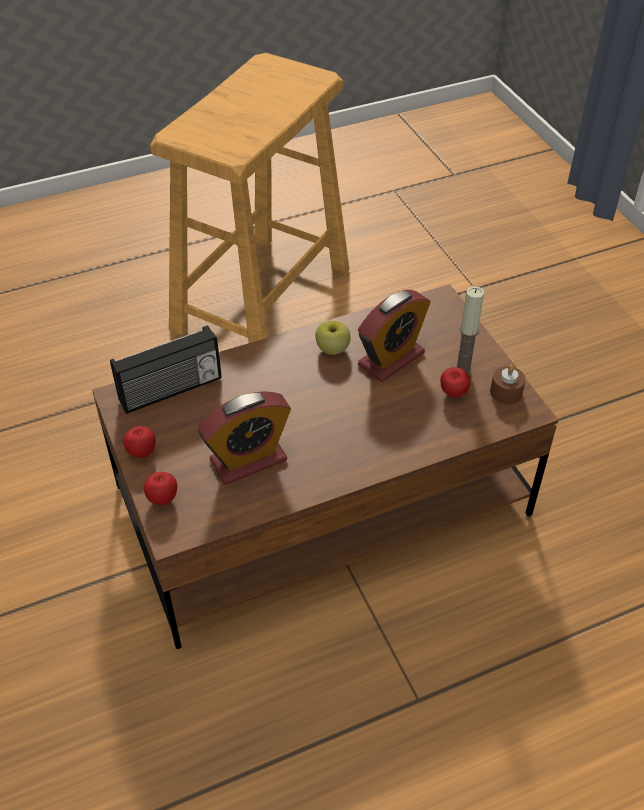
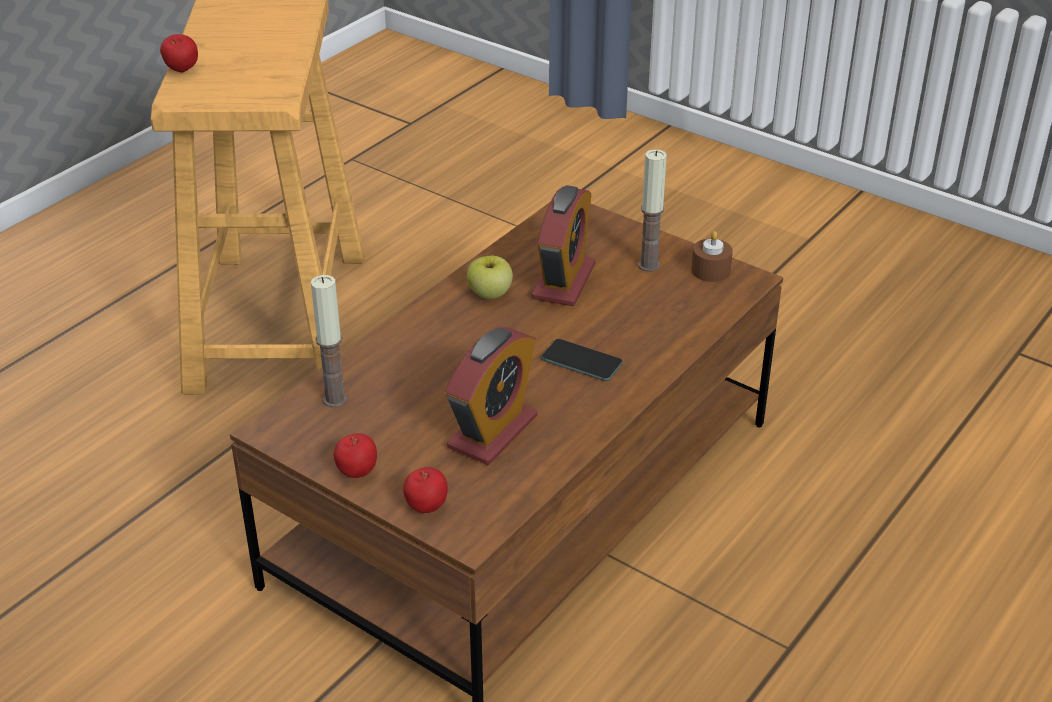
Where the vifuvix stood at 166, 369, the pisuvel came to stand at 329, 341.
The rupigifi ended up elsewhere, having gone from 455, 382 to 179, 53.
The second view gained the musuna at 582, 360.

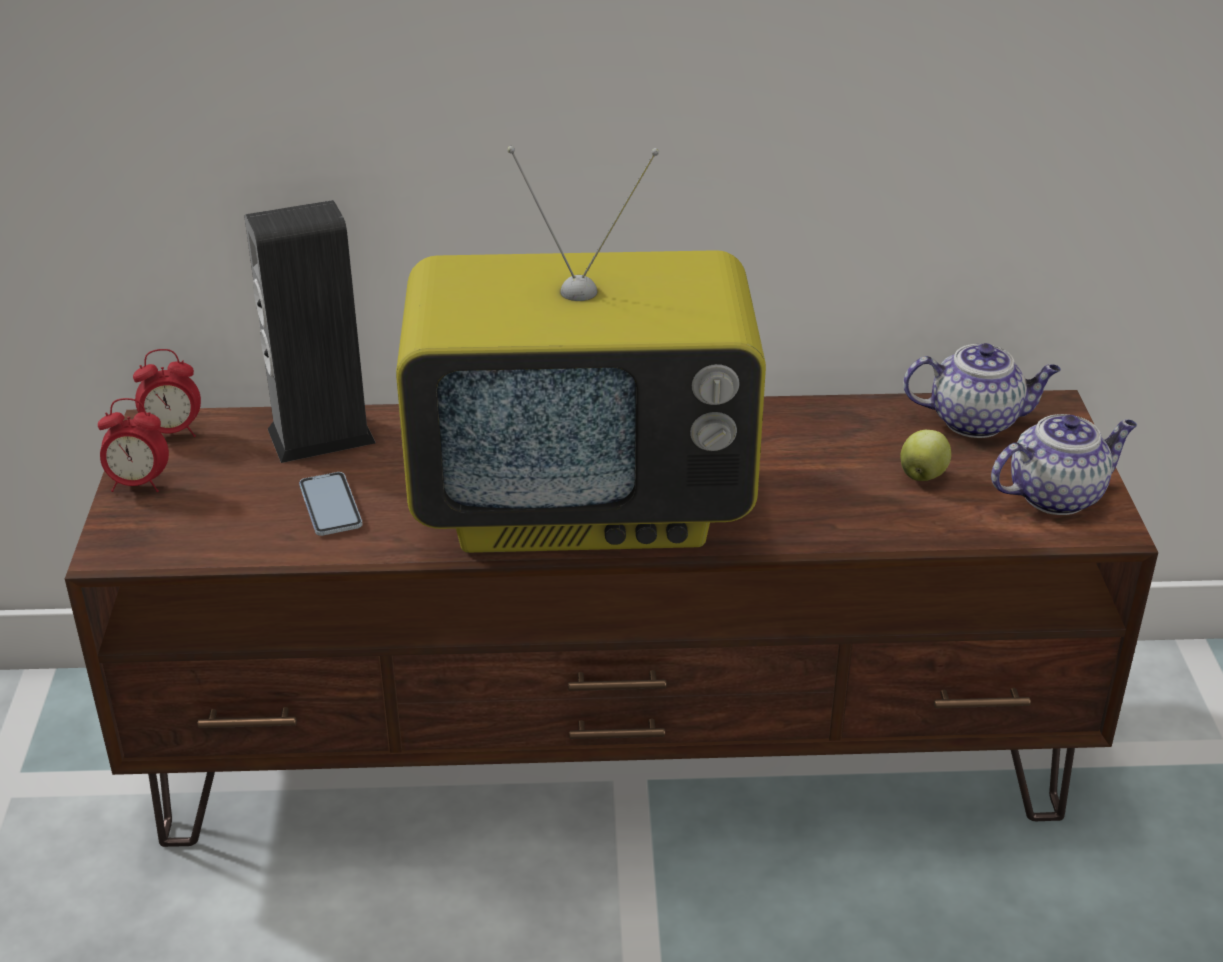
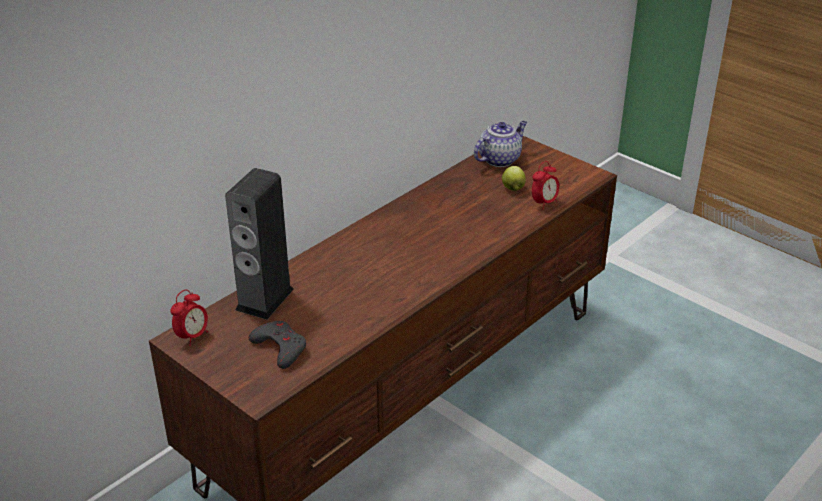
The second view lost the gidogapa at 581, 349.
The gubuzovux ended up elsewhere, having gone from 133, 445 to 545, 184.
The second view lost the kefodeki at 1064, 464.
The second view lost the musuna at 331, 504.
The second view gained the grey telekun at 278, 345.

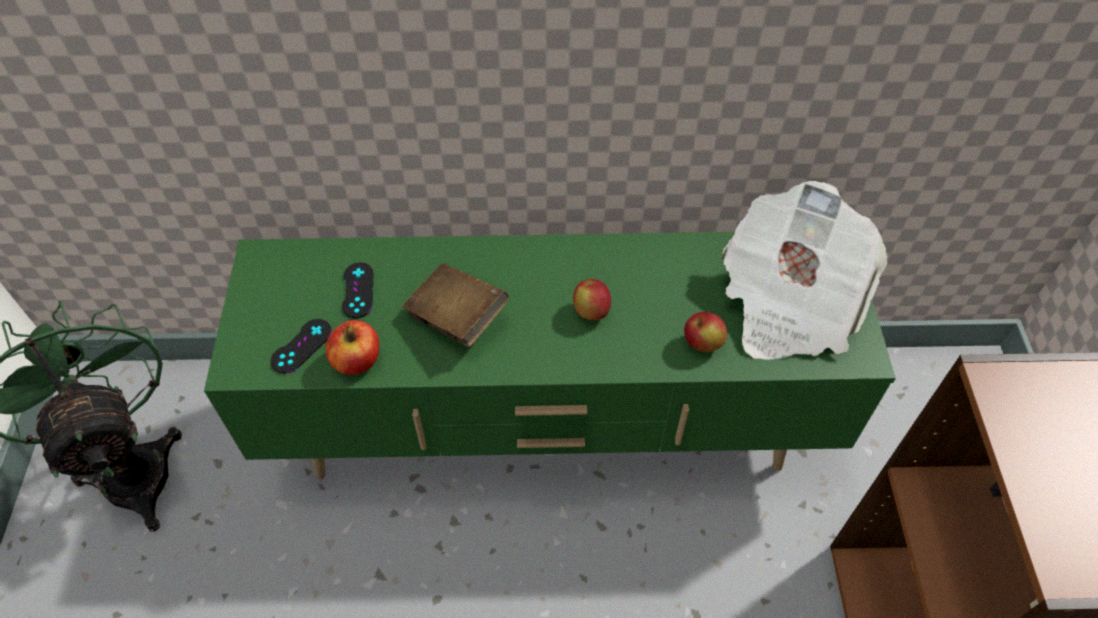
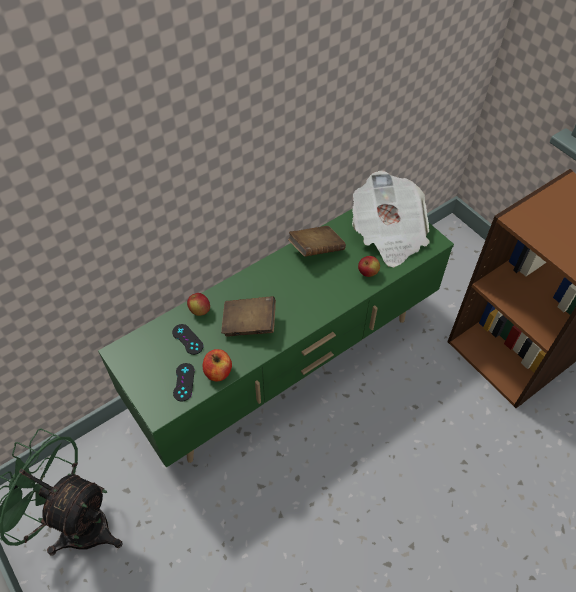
The rupigifi ended up elsewhere, having gone from 592, 299 to 198, 304.
The second view gained the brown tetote at 317, 241.

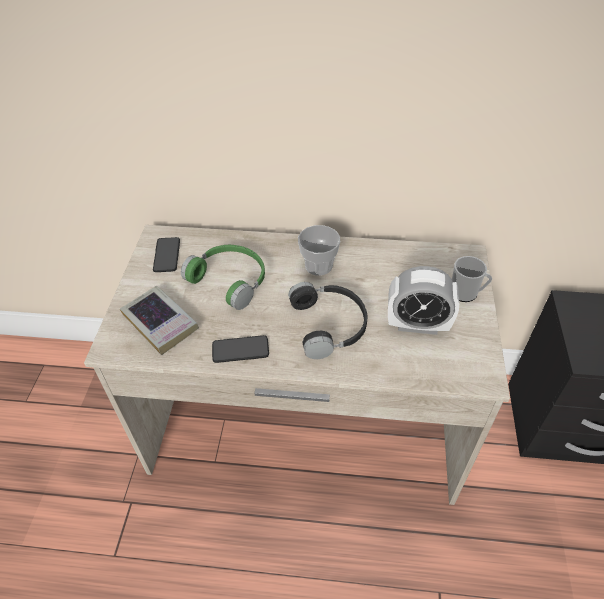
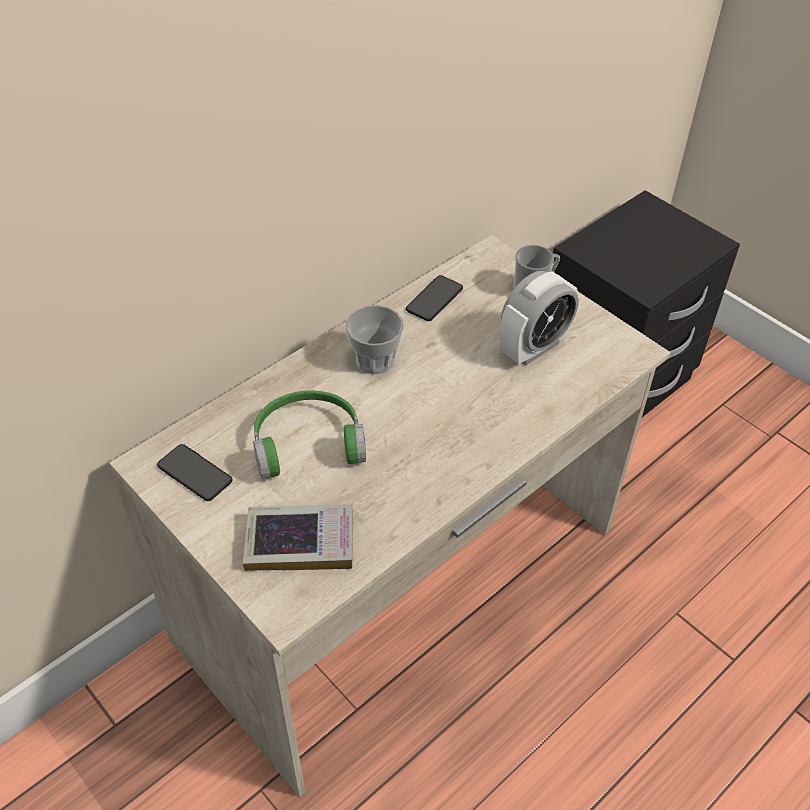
The second view lost the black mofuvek at 328, 320.
The musuna ended up elsewhere, having gone from 240, 349 to 434, 298.

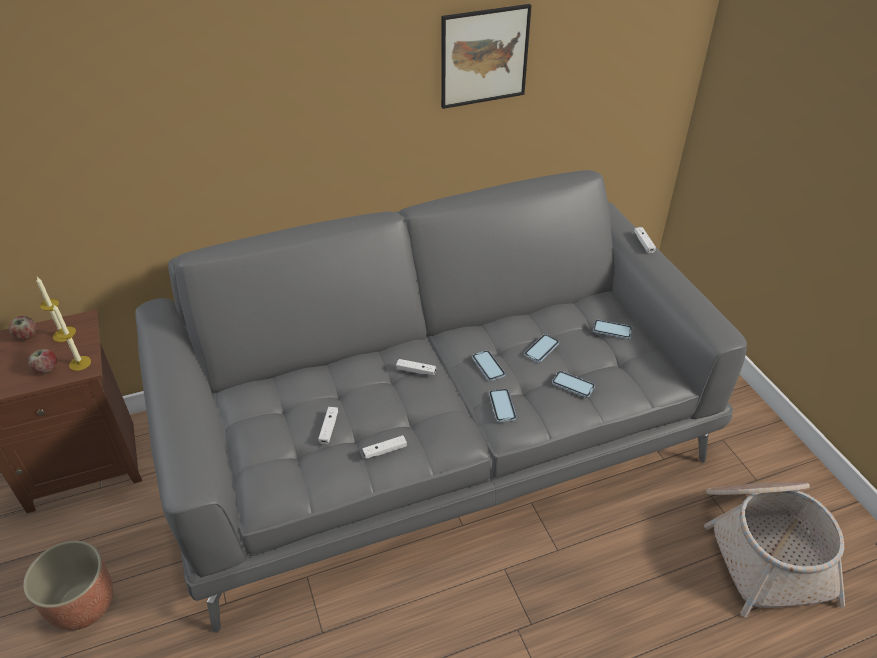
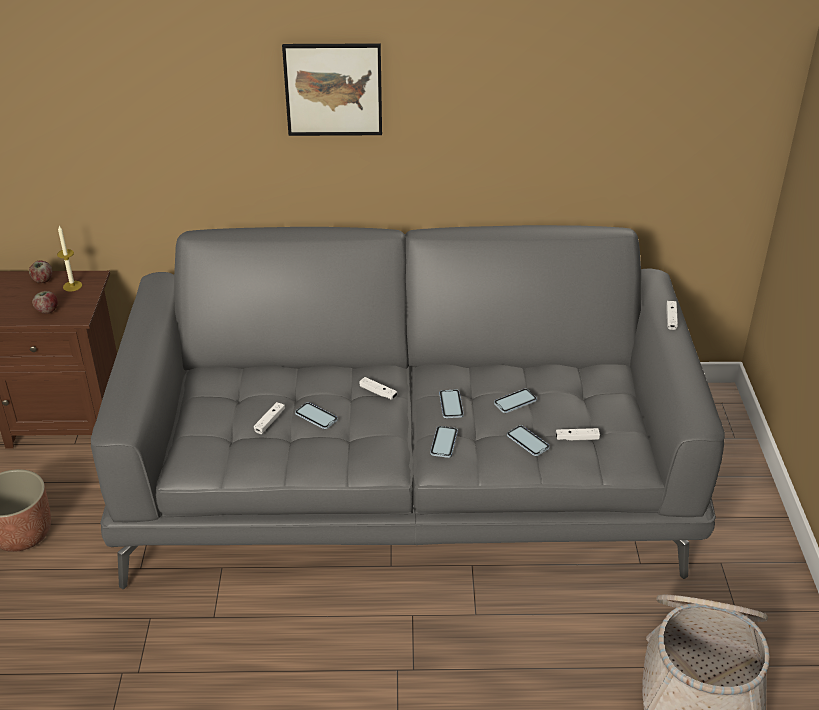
The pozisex ended up elsewhere, having gone from 486, 56 to 332, 89.
The second view lost the pisuvel at 72, 338.
The musuna ended up elsewhere, having gone from 612, 329 to 316, 415.
The white telekun ended up elsewhere, having gone from 384, 447 to 578, 434.

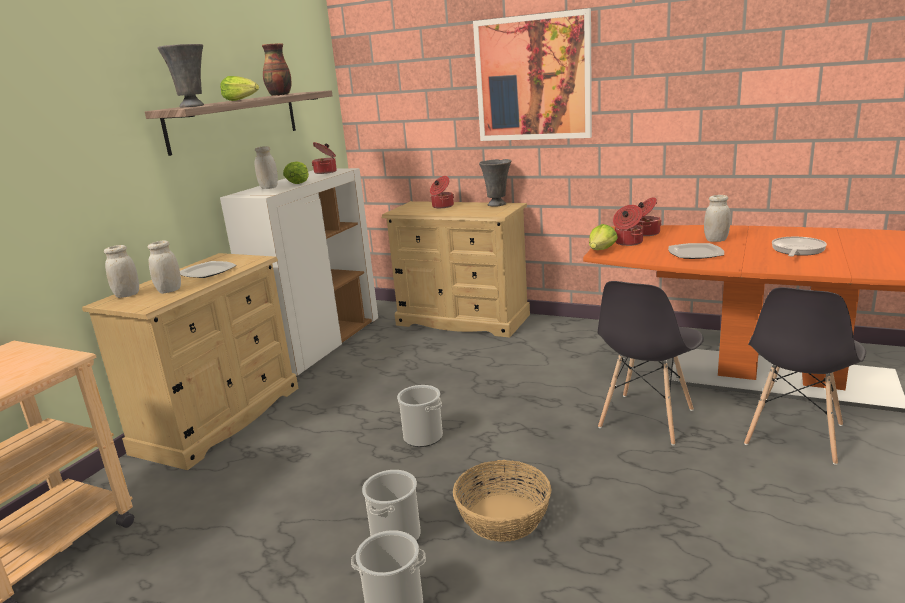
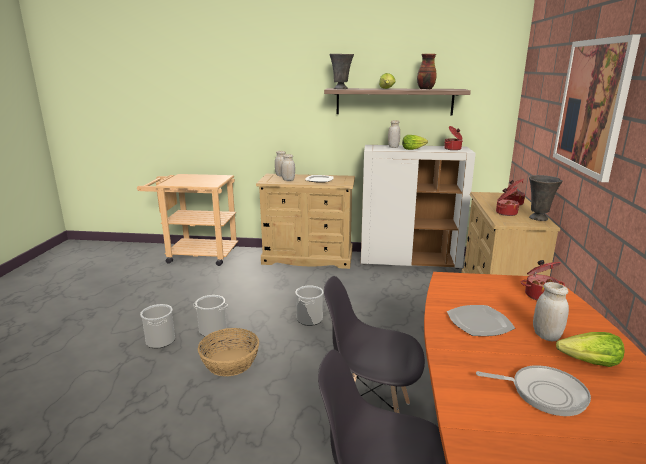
The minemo ended up elsewhere, having gone from 628, 225 to 507, 201.
The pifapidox ended up elsewhere, having gone from 603, 237 to 590, 349.

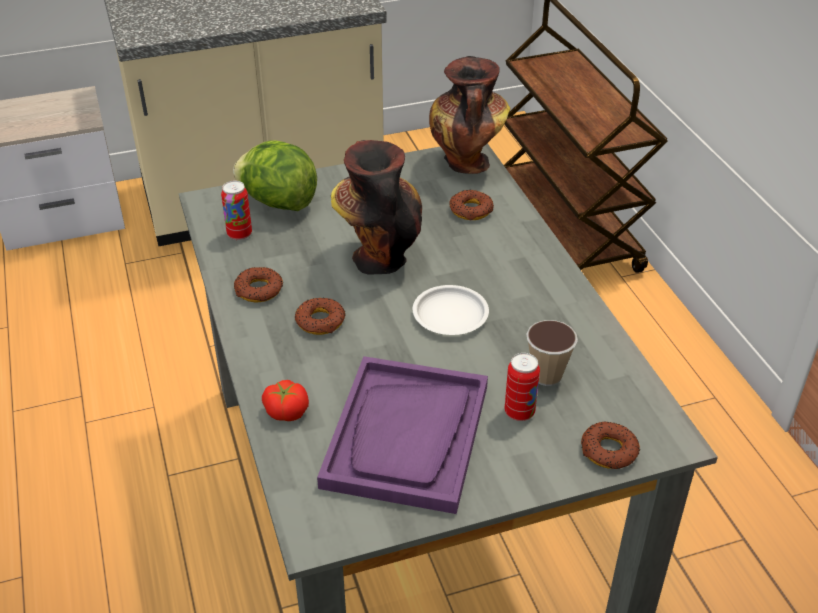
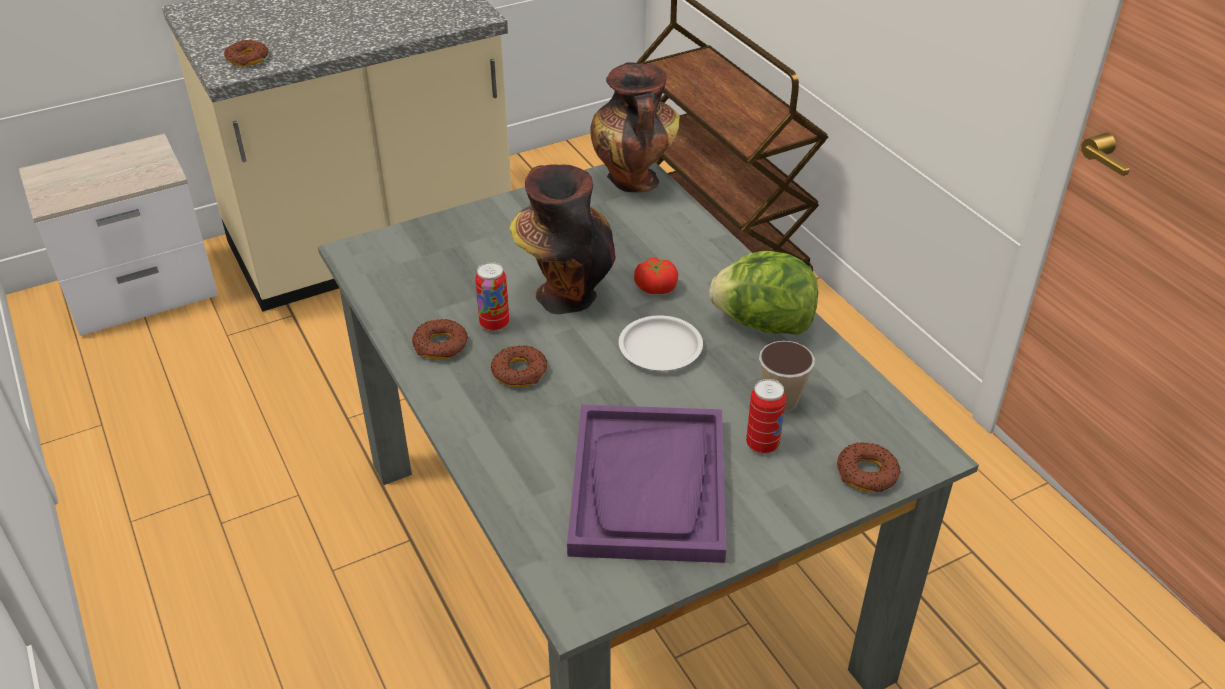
The pifapidox ended up elsewhere, having gone from 275, 175 to 763, 293.
The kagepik ended up elsewhere, having gone from 236, 210 to 492, 297.
The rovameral ended up elsewhere, having gone from 471, 205 to 246, 53.
The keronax ended up elsewhere, having gone from 285, 400 to 656, 275.

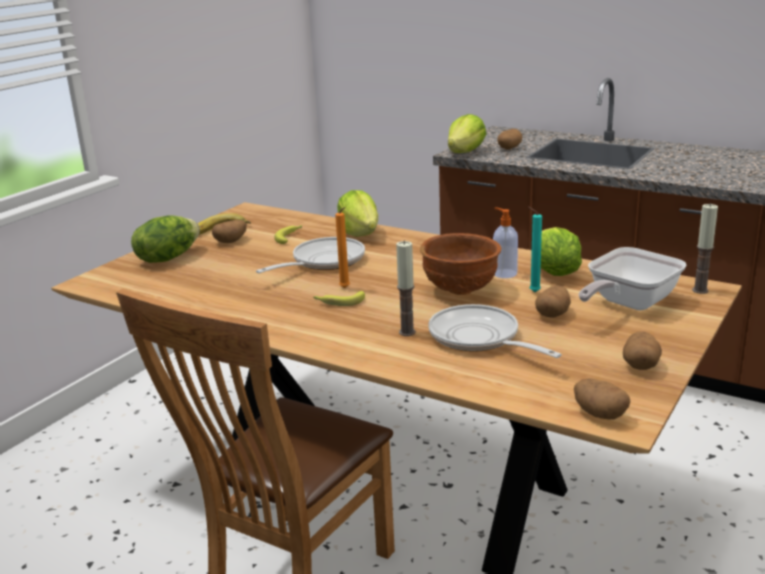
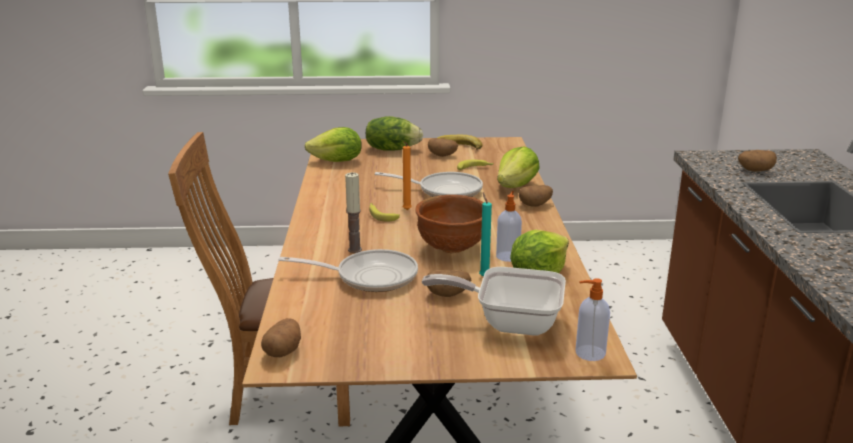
The pifapidox ended up elsewhere, having gone from 467, 133 to 333, 144.
Where the pisuvel stood at 705, 248, the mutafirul came to stand at 592, 319.
The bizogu at 495, 331 ended up facing another way, 75 degrees clockwise from before.
The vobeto ended up elsewhere, having gone from 642, 350 to 536, 196.

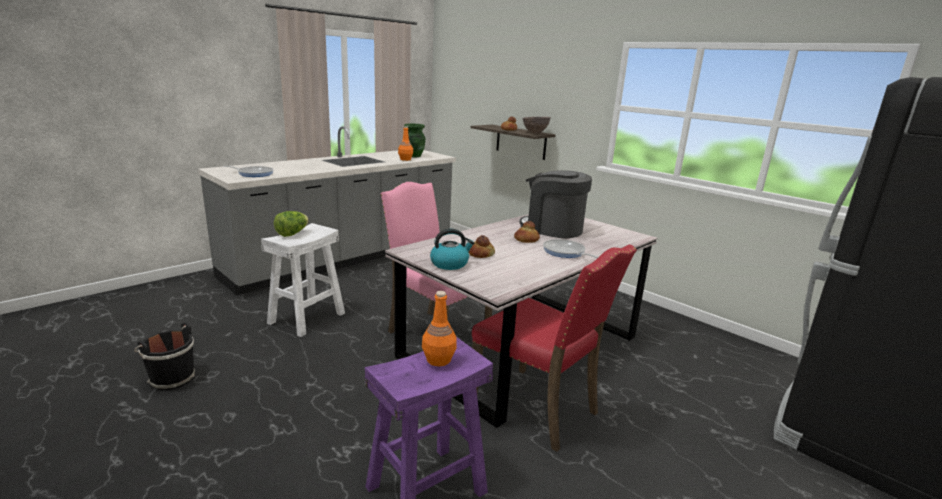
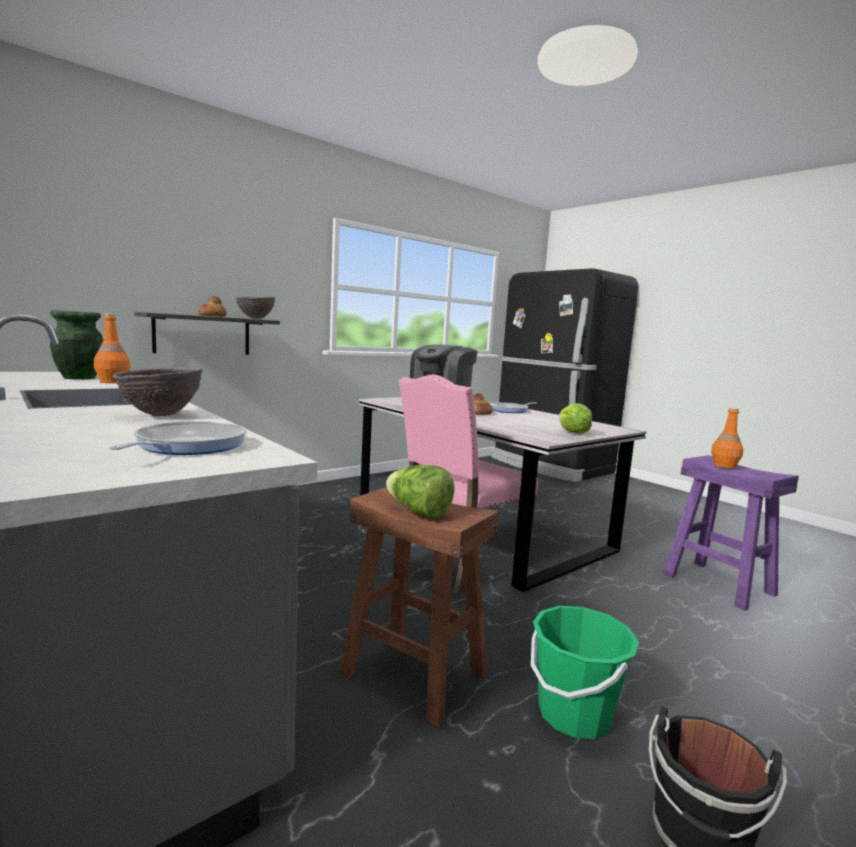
What was the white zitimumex at 303, 280 turned into the brown zitimumex at 419, 607.
Where the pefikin stood at 452, 249, the pifapidox came to stand at 575, 418.
The second view lost the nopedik at 482, 246.
The second view lost the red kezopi at 554, 348.
The second view gained the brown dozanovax at 158, 392.
The second view gained the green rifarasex at 585, 672.

